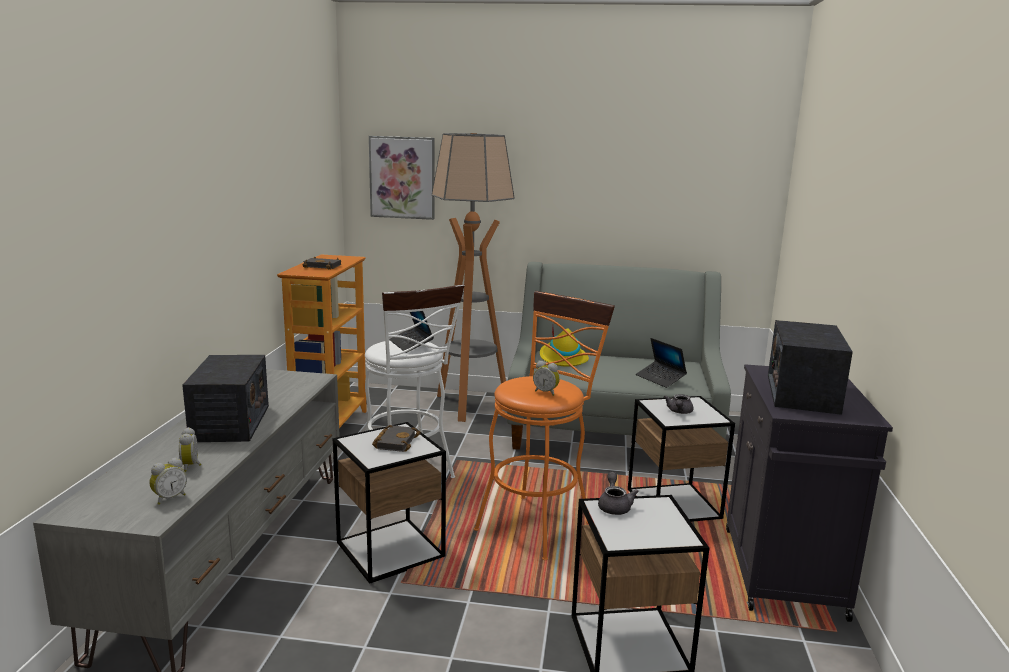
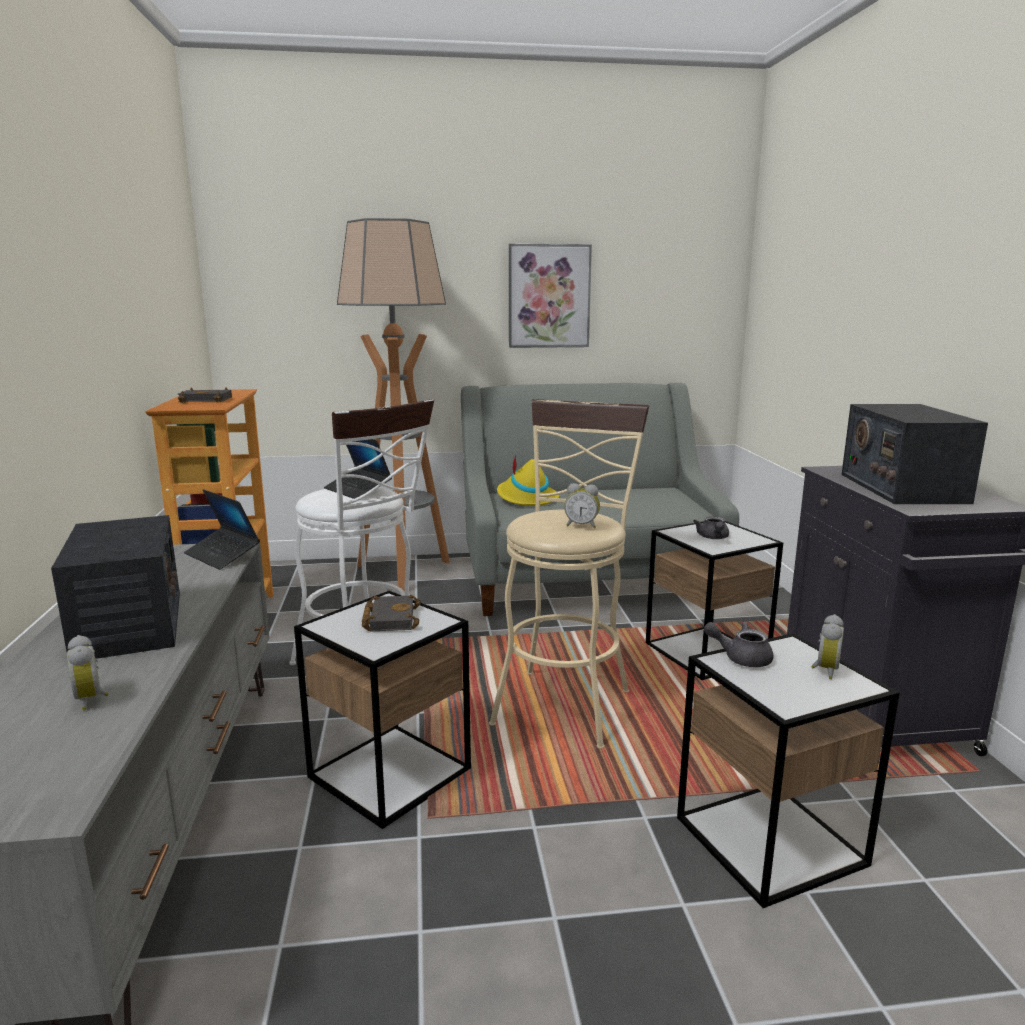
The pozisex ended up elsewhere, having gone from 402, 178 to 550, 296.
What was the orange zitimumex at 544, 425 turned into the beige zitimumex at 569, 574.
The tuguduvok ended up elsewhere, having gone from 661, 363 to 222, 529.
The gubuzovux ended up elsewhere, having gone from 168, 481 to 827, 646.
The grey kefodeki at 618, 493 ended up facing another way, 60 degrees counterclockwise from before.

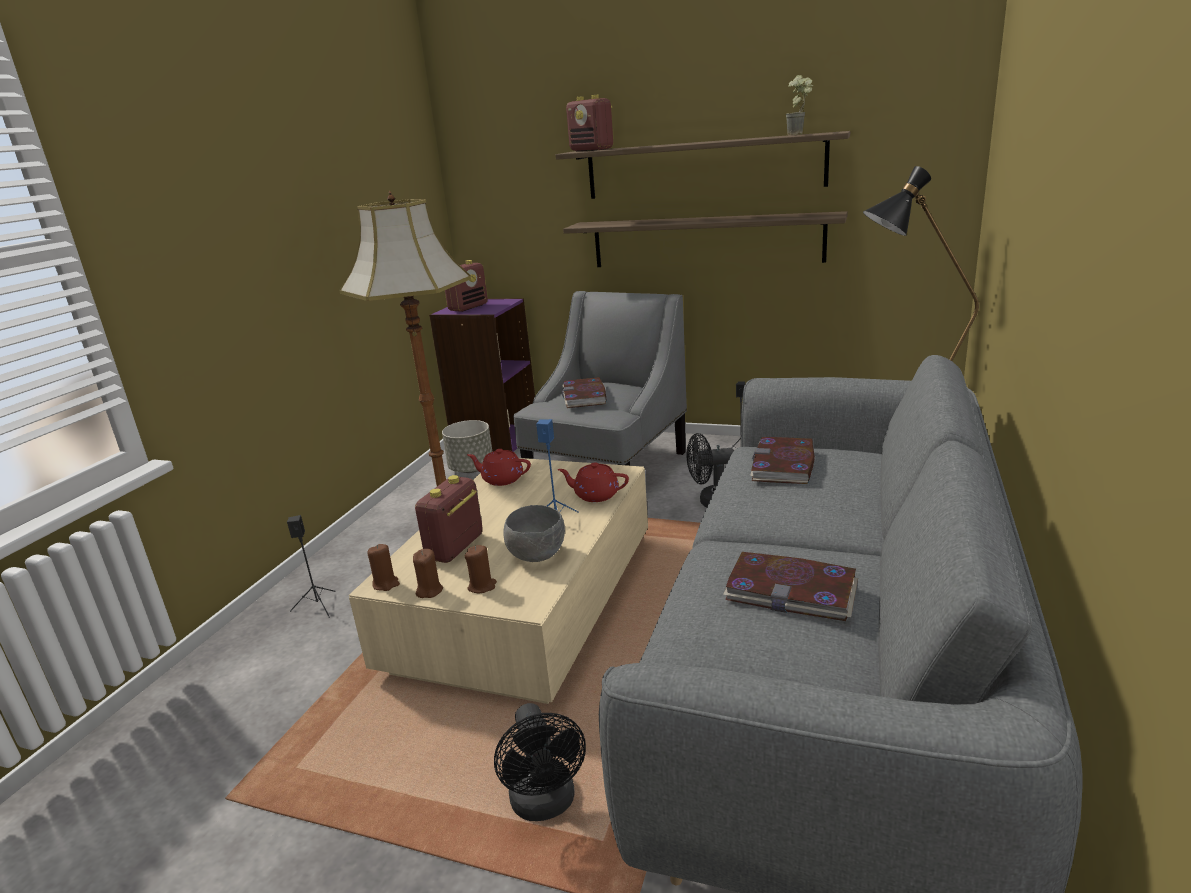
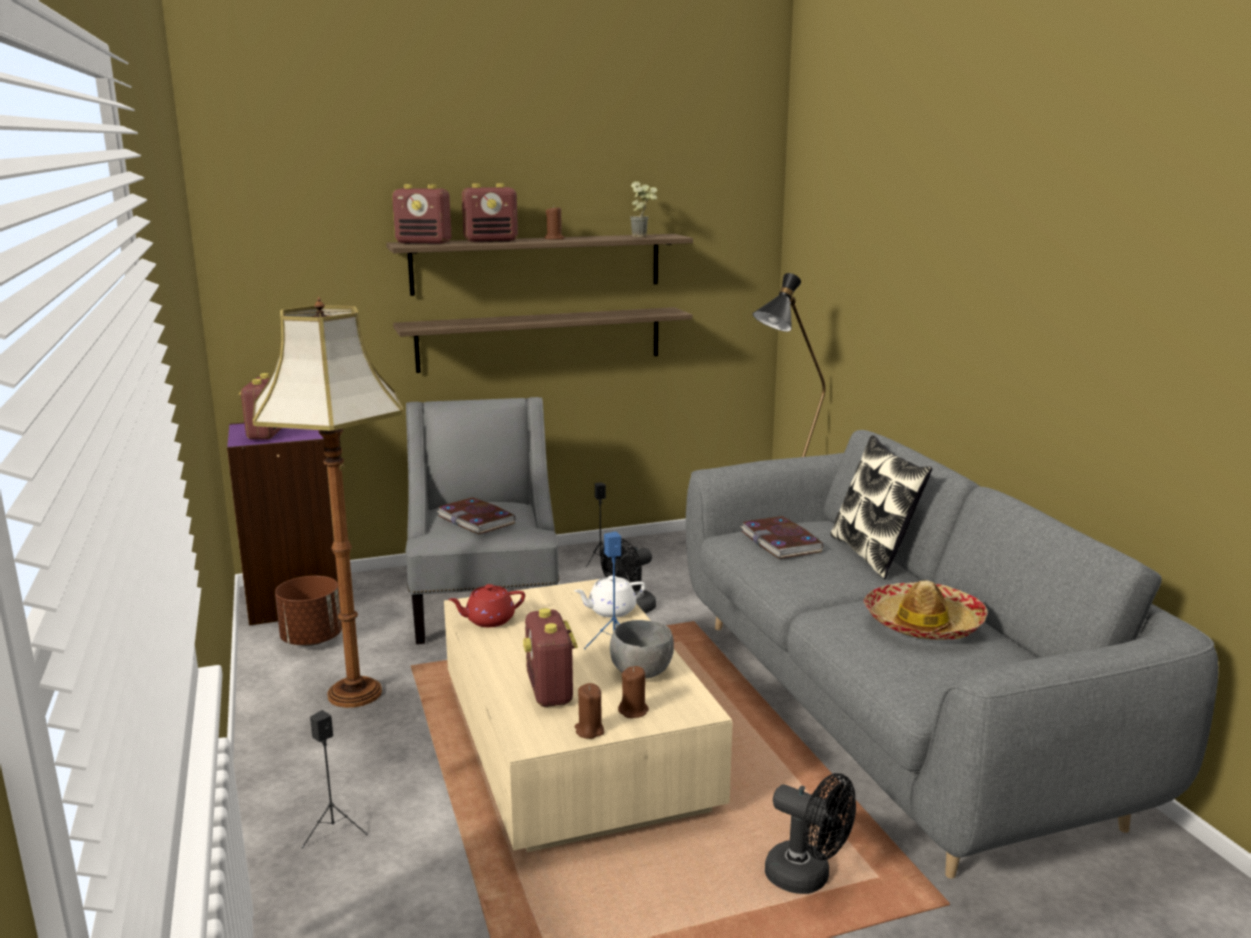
What was the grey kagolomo at 467, 446 turned into the brown kagolomo at 308, 611.
What was the red kefodeki at 593, 482 turned into the white kefodeki at 609, 596.
The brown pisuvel ended up elsewhere, having gone from 383, 567 to 555, 223.
Where the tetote stood at 790, 586, the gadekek came to stand at 926, 610.
The second view gained the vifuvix at 490, 212.
The second view gained the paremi at 881, 507.

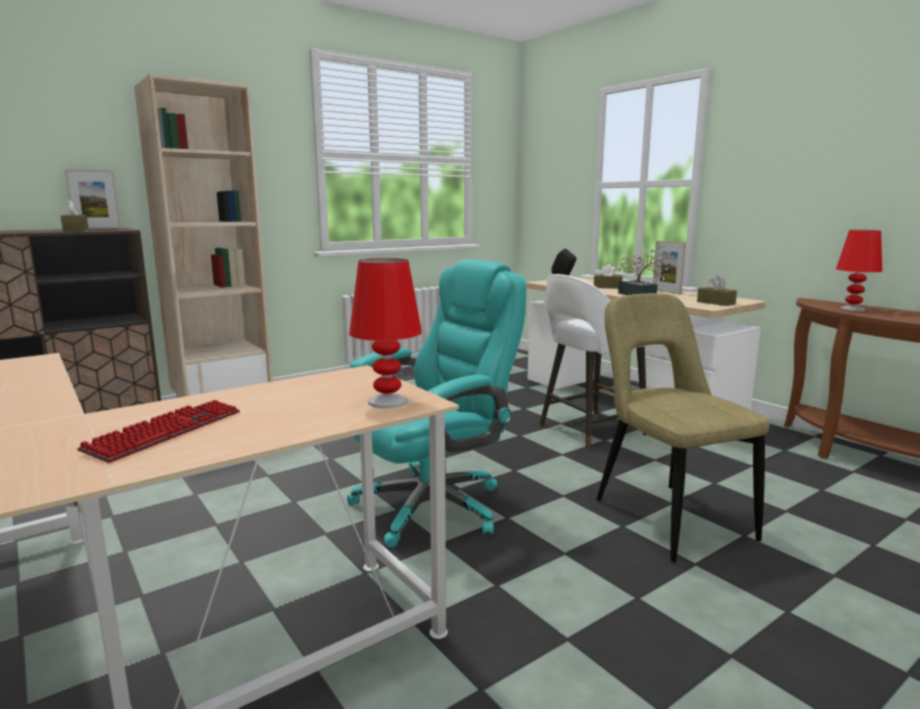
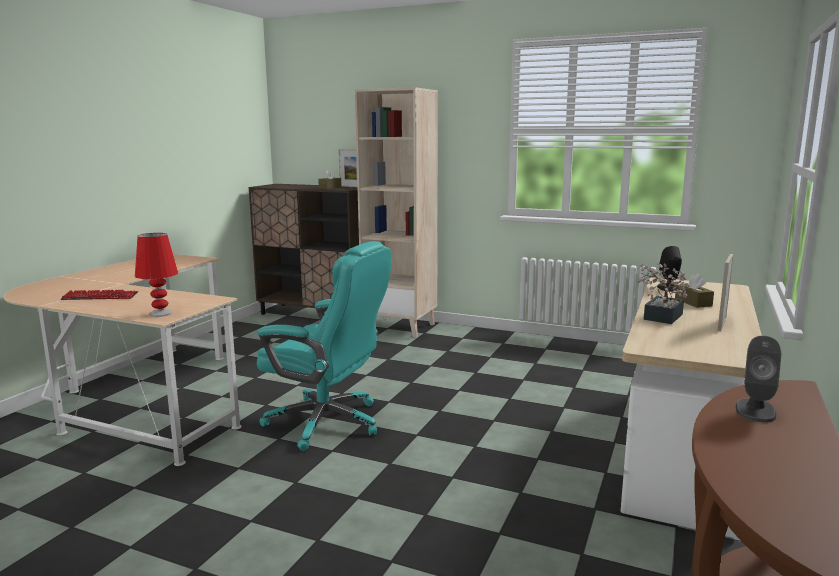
Where the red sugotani stood at 859, 270, the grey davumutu came to stand at 759, 379.
The second view lost the white zitimumex at 593, 362.
The second view lost the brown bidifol at 717, 291.
The second view lost the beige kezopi at 682, 427.

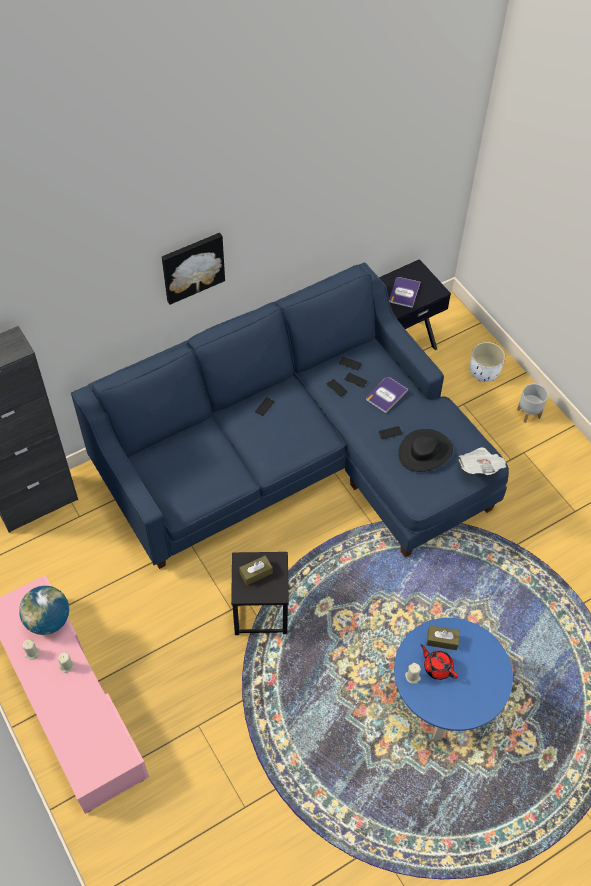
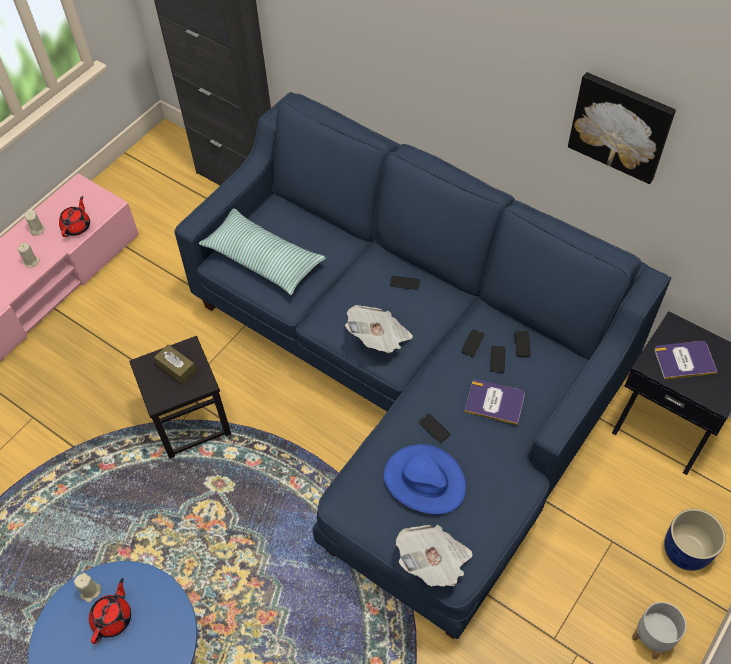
The pozisex ended up elsewhere, having gone from 193, 269 to 622, 128.
What was the white kagolomo at 487, 362 turned into the blue kagolomo at 695, 540.
What was the black gadekek at 425, 450 turned into the blue gadekek at 425, 479.
Where the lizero stood at 44, 610, the red kefodeki came to stand at 74, 216.
The second view lost the brown bidifol at 443, 637.
The second view gained the paremi at 262, 251.
The second view gained the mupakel at 379, 329.

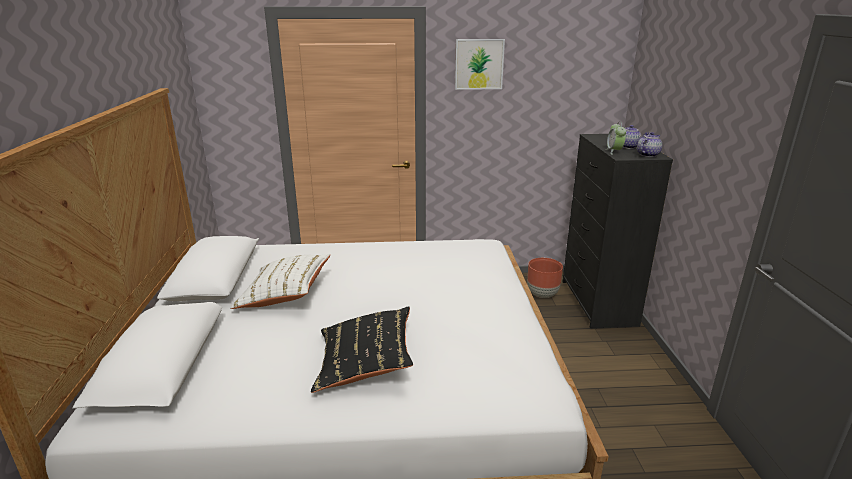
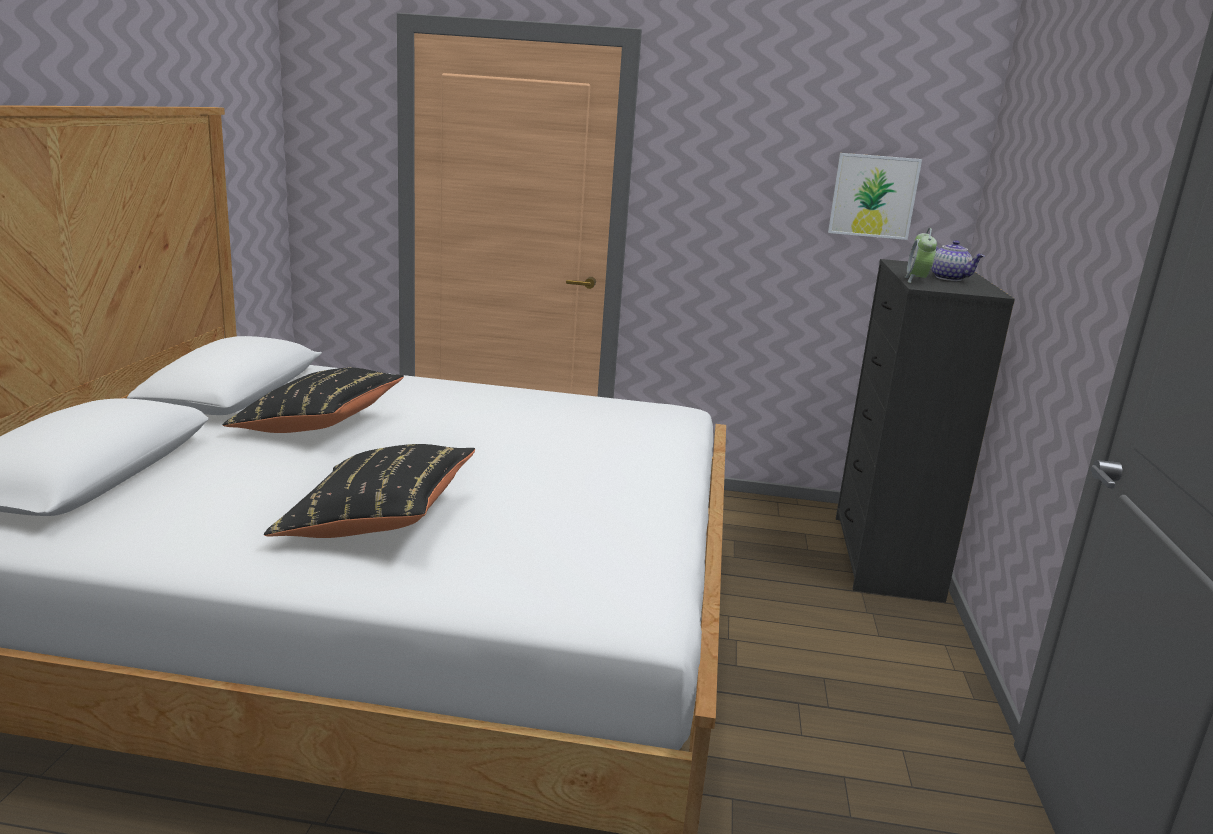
The pozisex ended up elsewhere, having gone from 480, 64 to 875, 196.
The second view lost the kefodeki at 649, 144.
What was the white paremi at 280, 281 turned into the black paremi at 313, 400.
The second view lost the brown kagolomo at 545, 278.

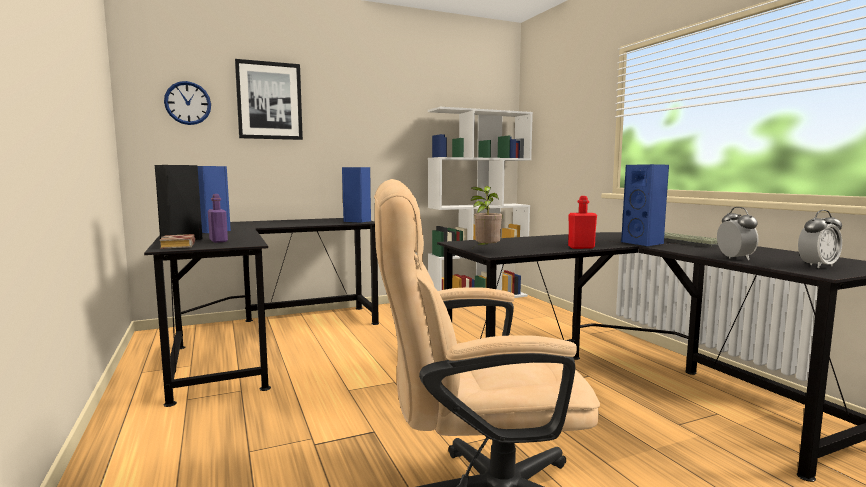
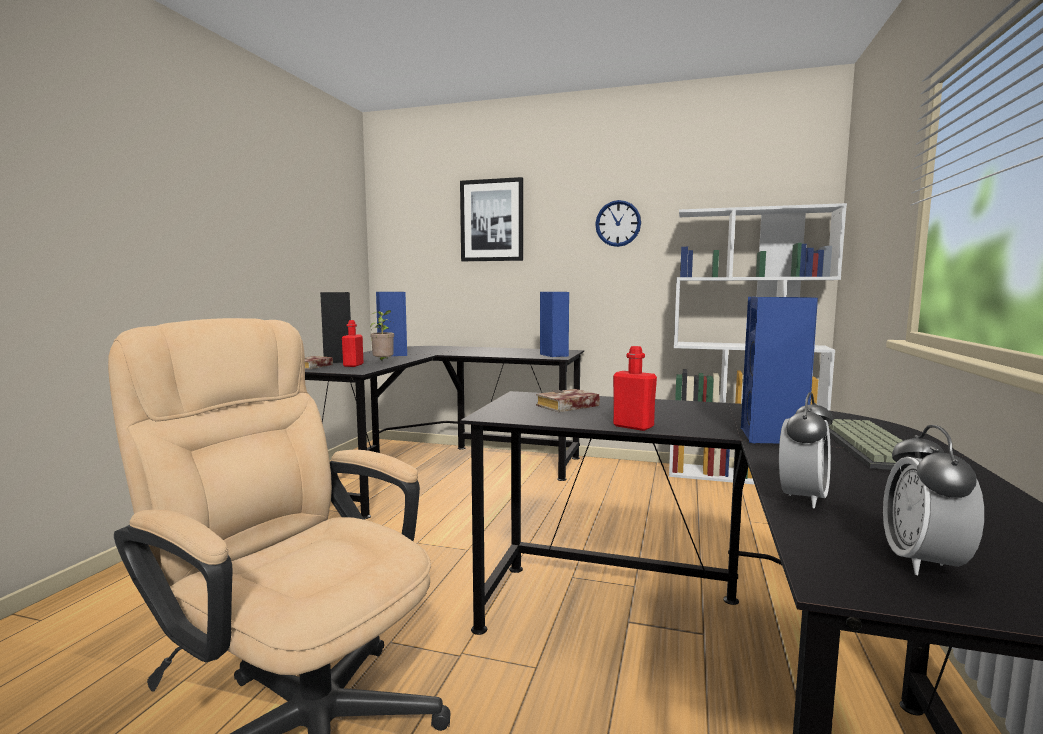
The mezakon ended up elsewhere, having gone from 187, 103 to 618, 223.
The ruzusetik ended up elsewhere, having gone from 486, 216 to 382, 336.
What was the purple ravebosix at 218, 218 turned into the red ravebosix at 352, 343.
The gubuzovux at 820, 239 ended up facing another way, 90 degrees clockwise from before.
The second view gained the tetote at 568, 400.

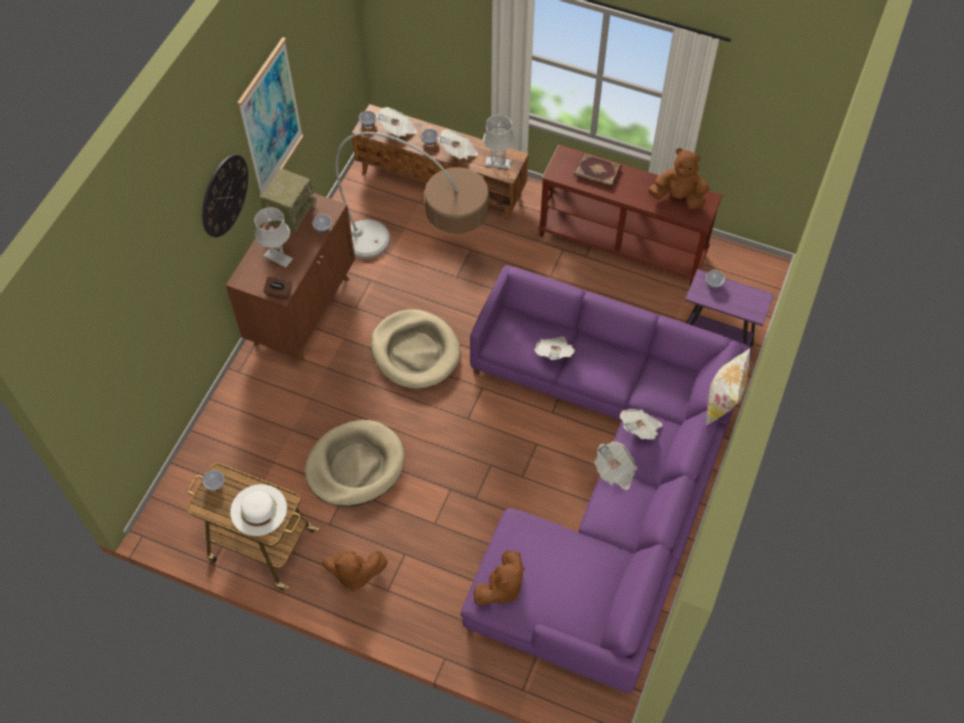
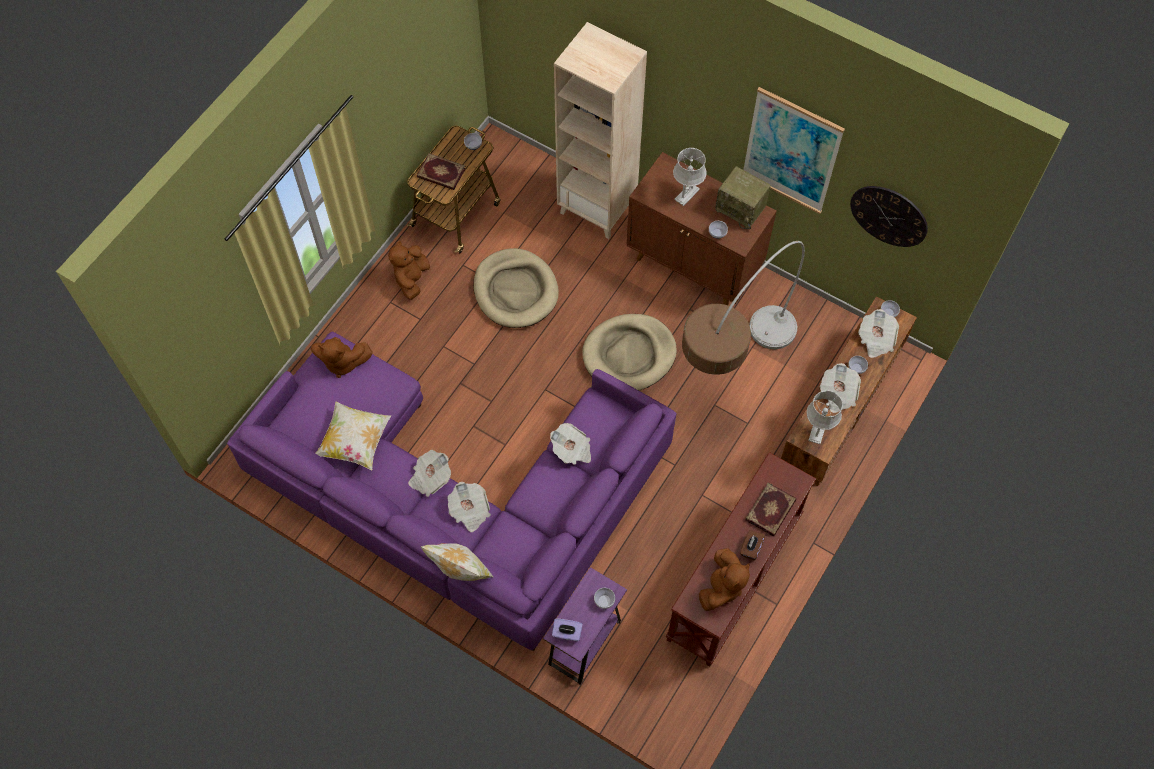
The mezakon ended up elsewhere, having gone from 225, 195 to 889, 216.
The brown bidifol ended up elsewhere, having gone from 278, 288 to 752, 545.
Where the white gadekek stood at 258, 510, the tetote came to stand at 441, 171.
The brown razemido at 499, 577 ended up facing another way, 45 degrees counterclockwise from before.
The second view gained the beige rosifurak at 600, 130.
The second view gained the paremi at 353, 436.
The second view gained the purple bidifol at 567, 630.

